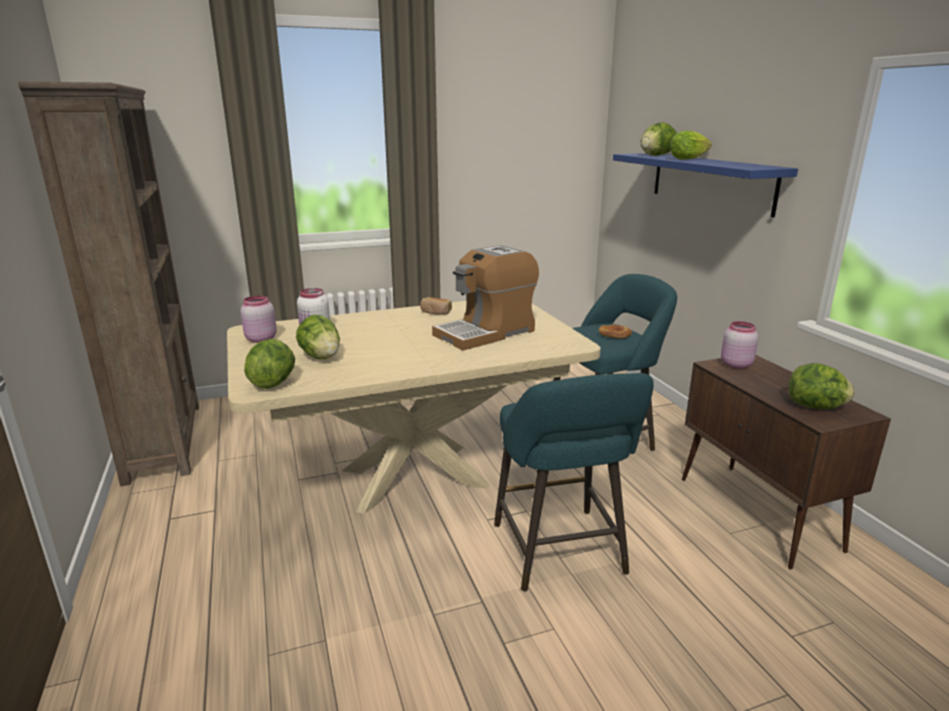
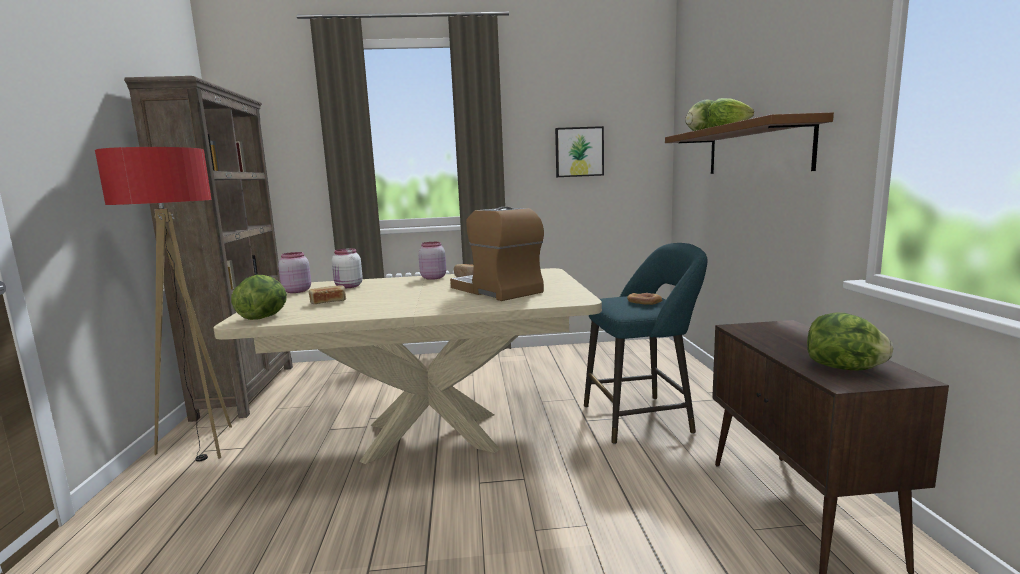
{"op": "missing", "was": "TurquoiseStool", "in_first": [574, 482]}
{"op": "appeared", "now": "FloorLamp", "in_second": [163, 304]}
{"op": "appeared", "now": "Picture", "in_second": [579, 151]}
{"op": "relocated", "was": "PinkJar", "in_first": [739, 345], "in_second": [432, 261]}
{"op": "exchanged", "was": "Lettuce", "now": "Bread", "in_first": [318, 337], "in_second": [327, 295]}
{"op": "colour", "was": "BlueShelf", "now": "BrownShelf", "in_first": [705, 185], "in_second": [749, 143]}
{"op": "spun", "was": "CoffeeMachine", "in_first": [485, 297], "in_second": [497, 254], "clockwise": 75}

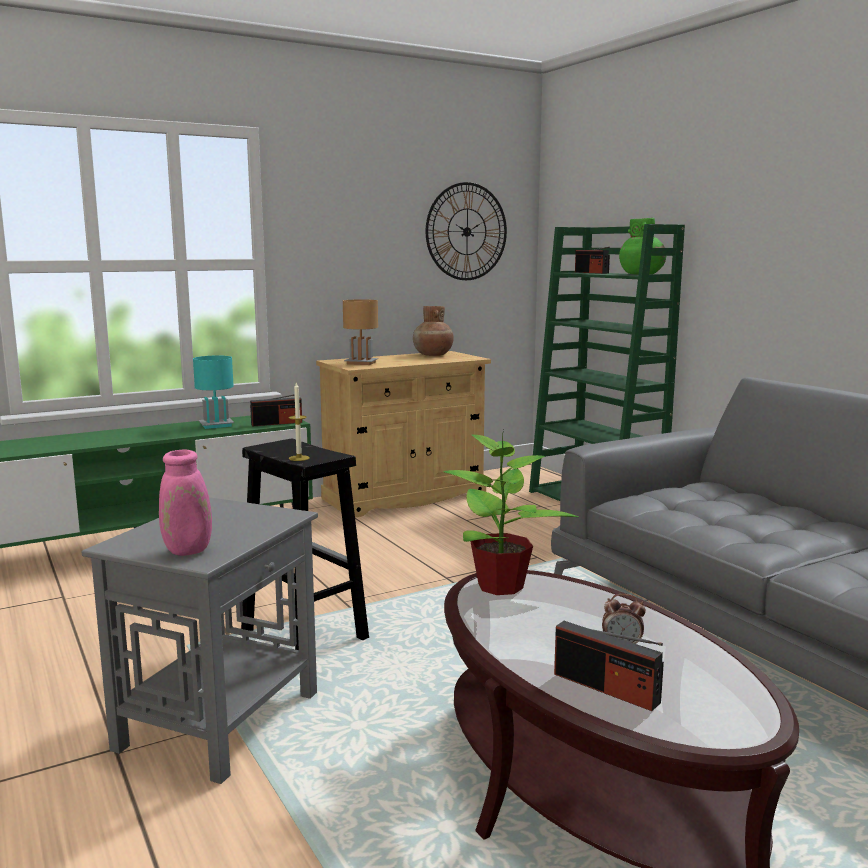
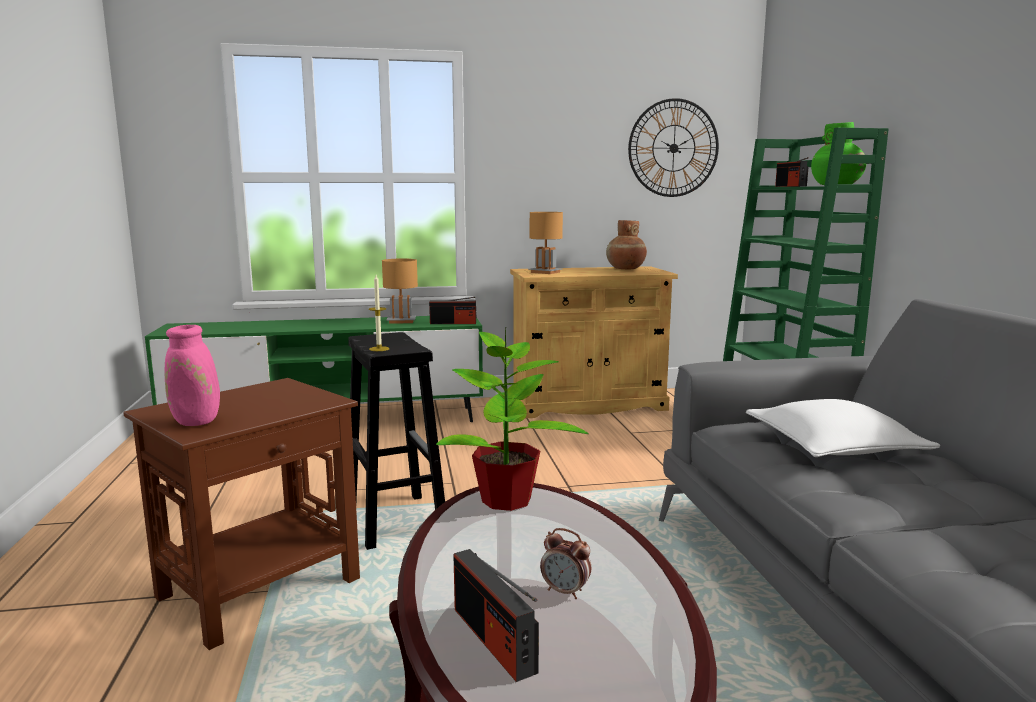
{"op": "appeared", "now": "WhitePillow", "in_second": [843, 428]}
{"op": "colour", "was": "GreySideTable", "now": "BrownSideTable", "in_first": [199, 640], "in_second": [242, 514]}
{"op": "colour", "was": "TurquoiseTableLamp", "now": "BrownTableLamp", "in_first": [213, 392], "in_second": [400, 291]}

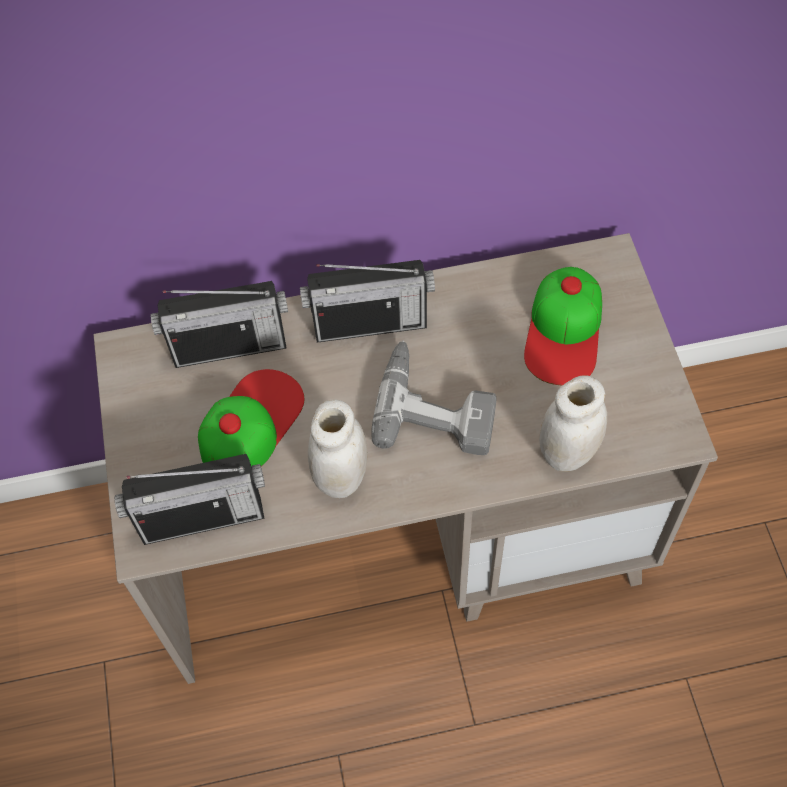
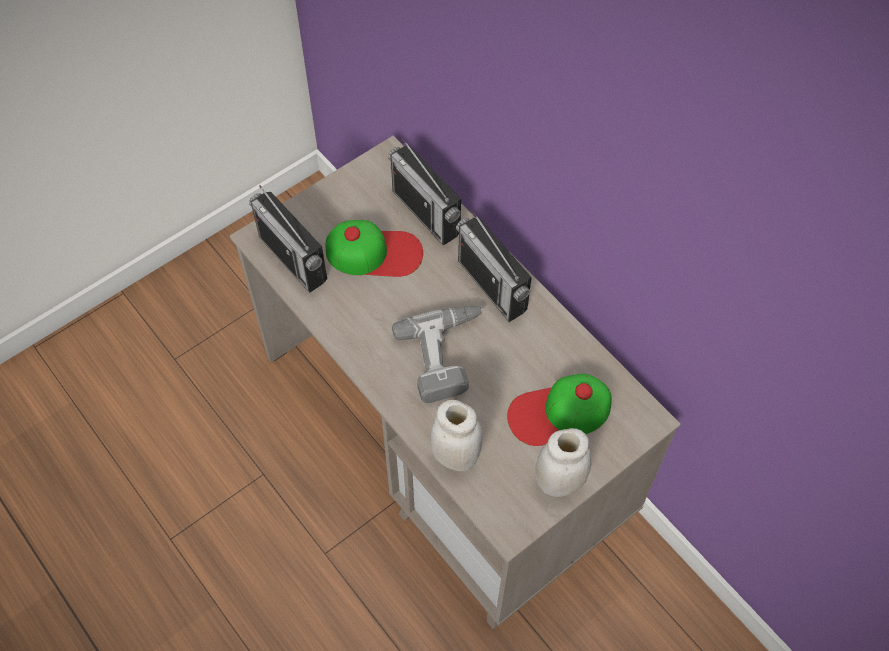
{"op": "relocated", "was": "WhiteJar", "in_first": [338, 449], "in_second": [563, 462]}

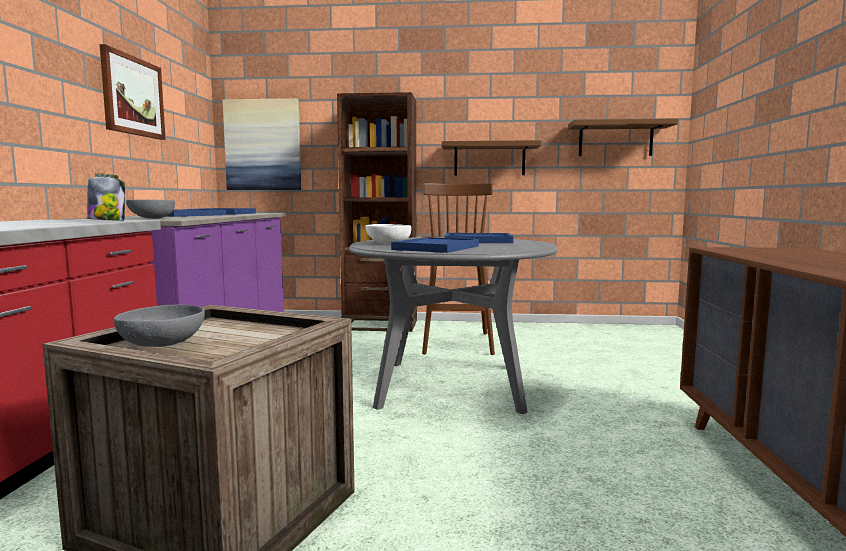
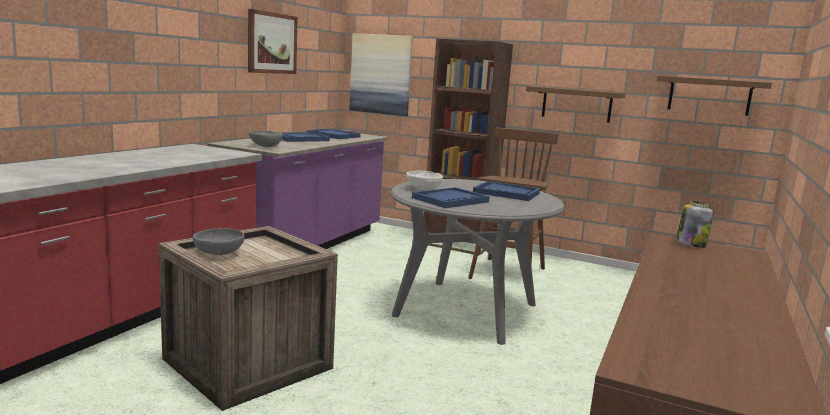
{"op": "relocated", "was": "Jar", "in_first": [106, 197], "in_second": [695, 224]}

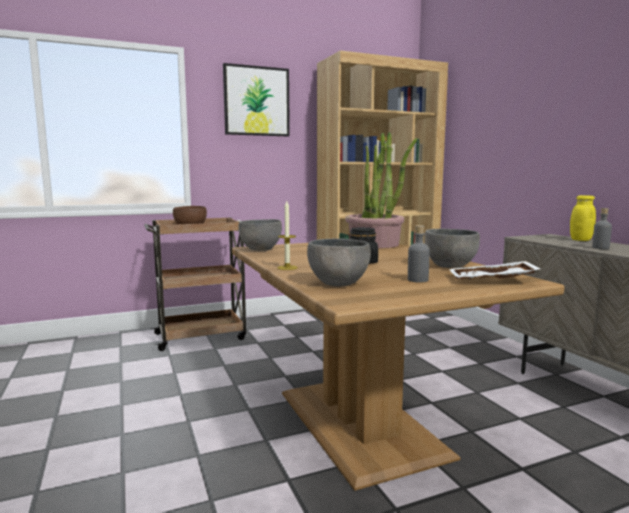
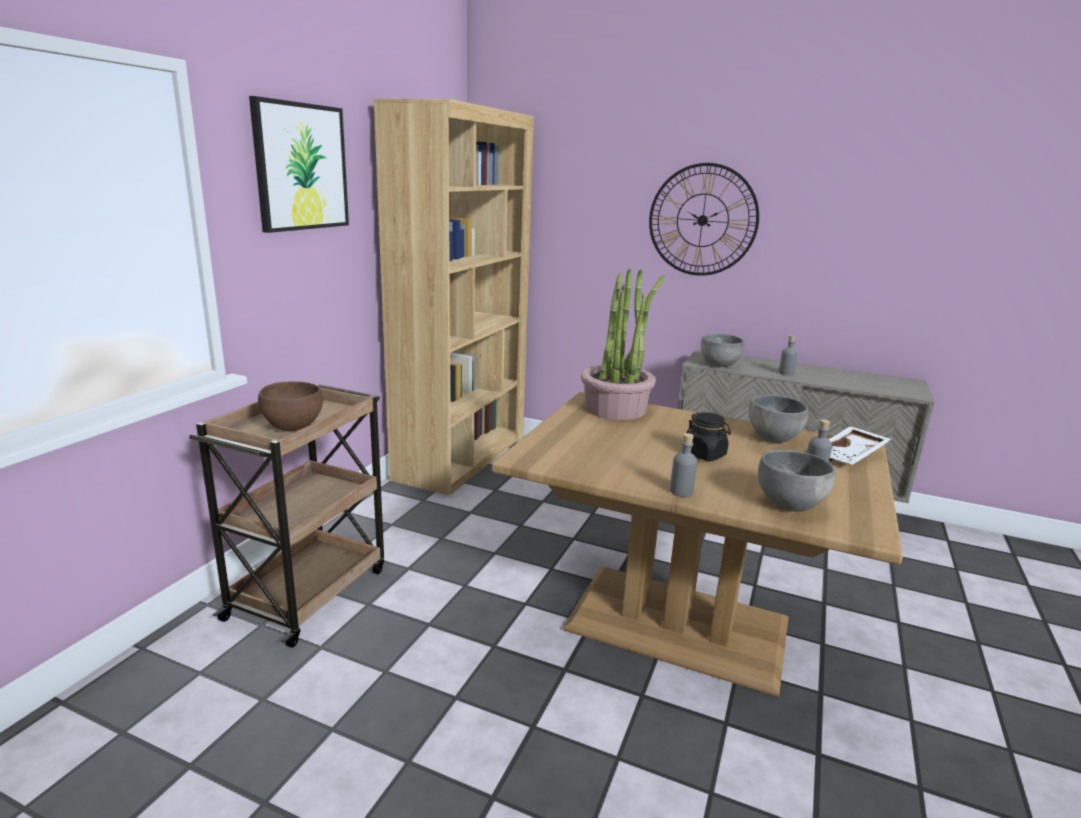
{"op": "missing", "was": "YellowJar", "in_first": [583, 218]}
{"op": "appeared", "now": "WallClock", "in_second": [704, 219]}
{"op": "relocated", "was": "GreyBowl", "in_first": [260, 235], "in_second": [722, 350]}
{"op": "exchanged", "was": "Candle", "now": "GreyBottle", "in_first": [287, 235], "in_second": [683, 465]}

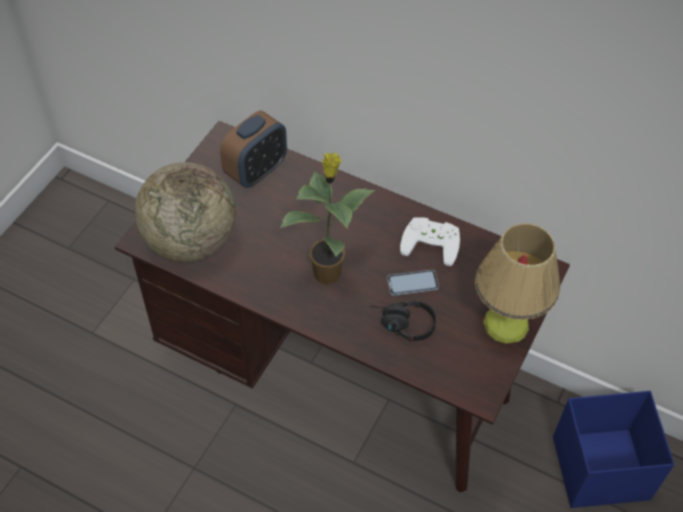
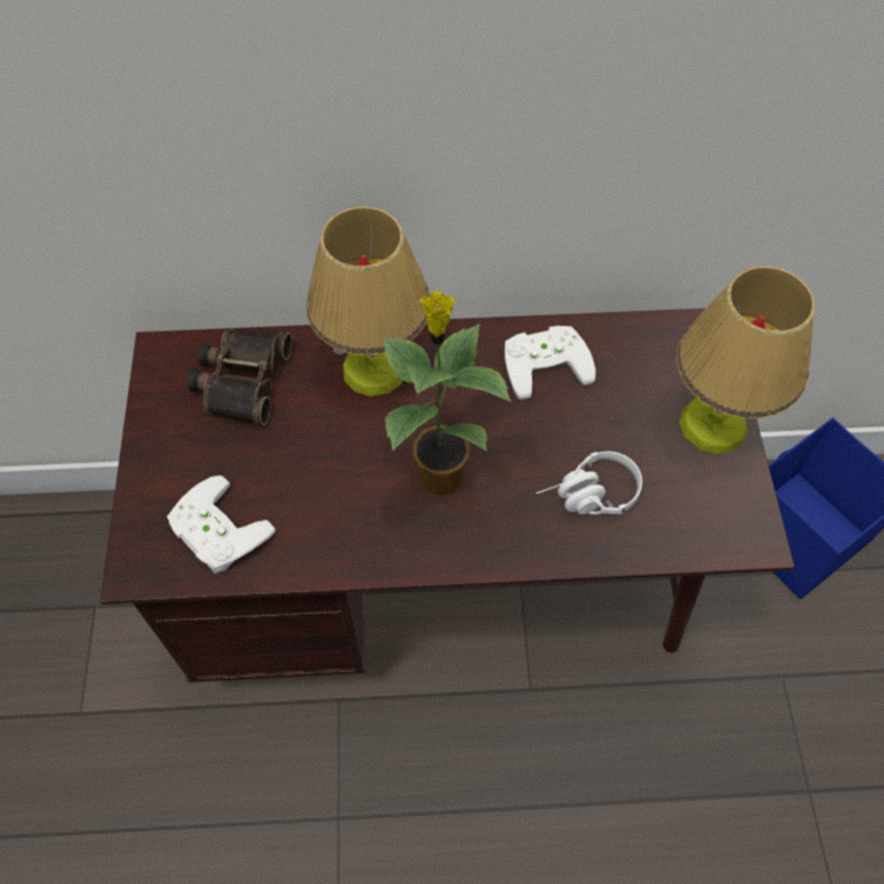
{"op": "missing", "was": "Phone", "in_first": [413, 283]}
{"op": "appeared", "now": "TableLamp", "in_second": [368, 302]}
{"op": "exchanged", "was": "Globe", "now": "WhiteGameController", "in_first": [185, 212], "in_second": [221, 524]}
{"op": "exchanged", "was": "AlarmClock", "now": "Binoculars", "in_first": [253, 149], "in_second": [240, 377]}
{"op": "colour", "was": "BlackHeadphones", "now": "WhiteHeadphones", "in_first": [403, 320], "in_second": [589, 483]}

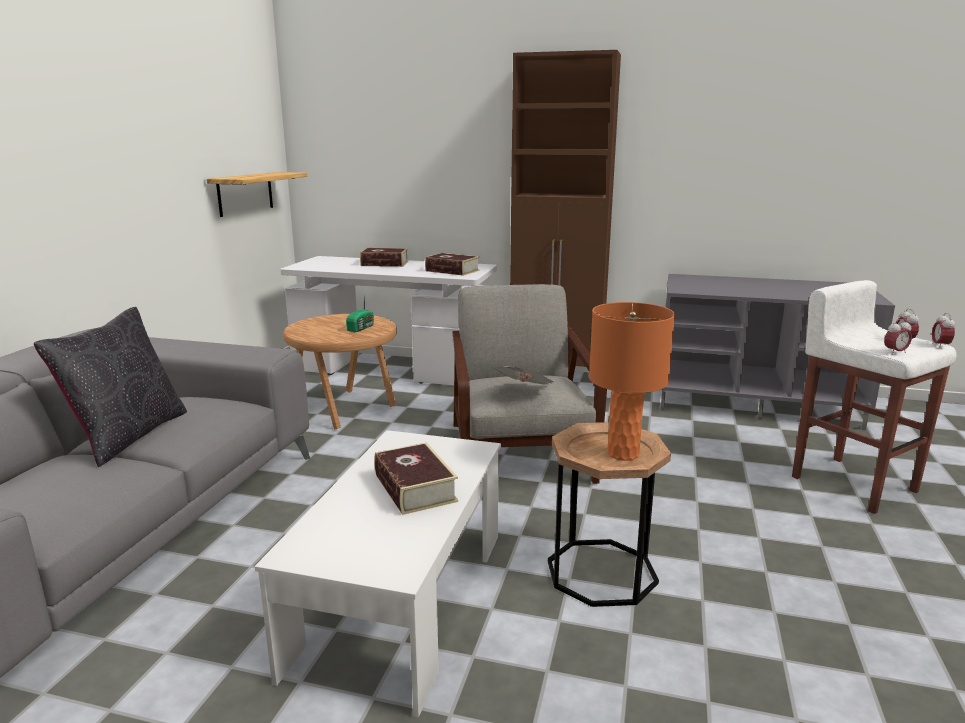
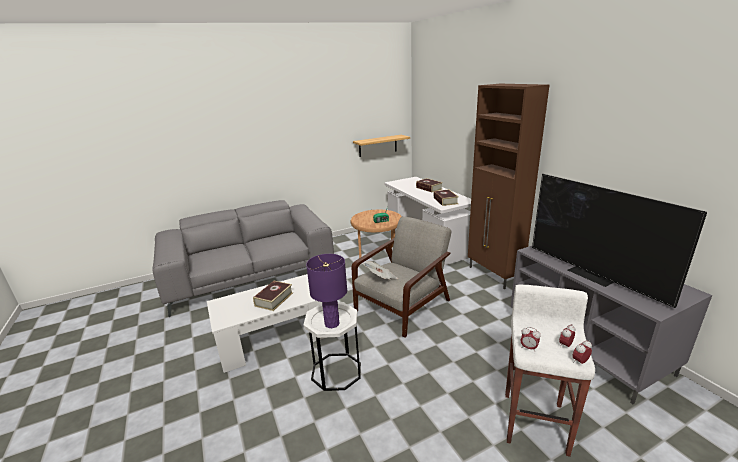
{"op": "missing", "was": "BlackPillow", "in_first": [110, 387]}
{"op": "appeared", "now": "Television", "in_second": [619, 241]}
{"op": "colour", "was": "BrownSideTable", "now": "WhiteSideTable", "in_first": [609, 514], "in_second": [332, 346]}
{"op": "colour", "was": "OrangeTableLamp", "now": "PurpleTableLamp", "in_first": [632, 381], "in_second": [326, 291]}

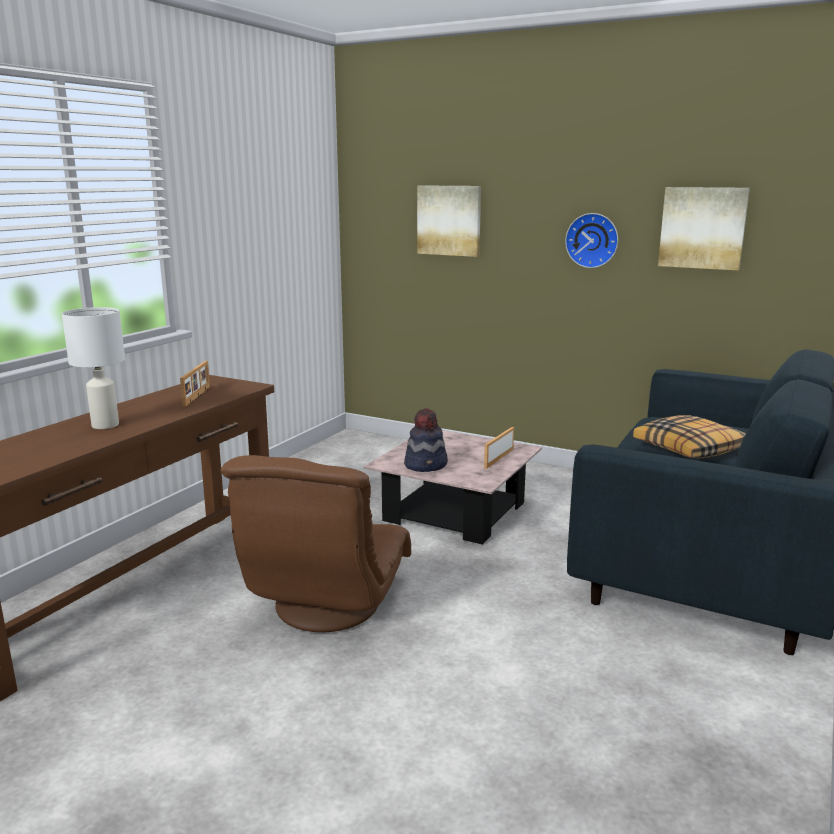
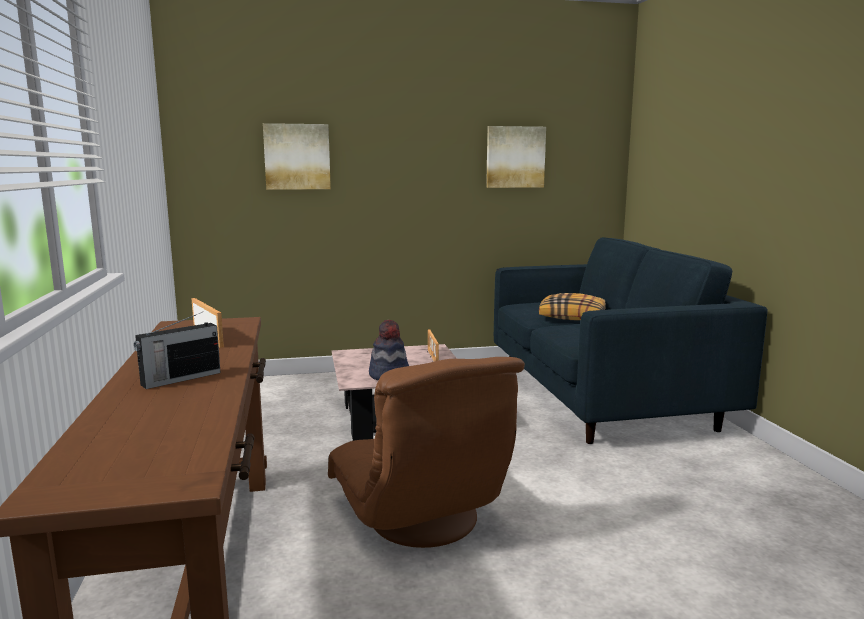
{"op": "missing", "was": "WallClock", "in_first": [591, 240]}
{"op": "exchanged", "was": "WhiteTableLamp", "now": "Radio", "in_first": [93, 368], "in_second": [177, 350]}

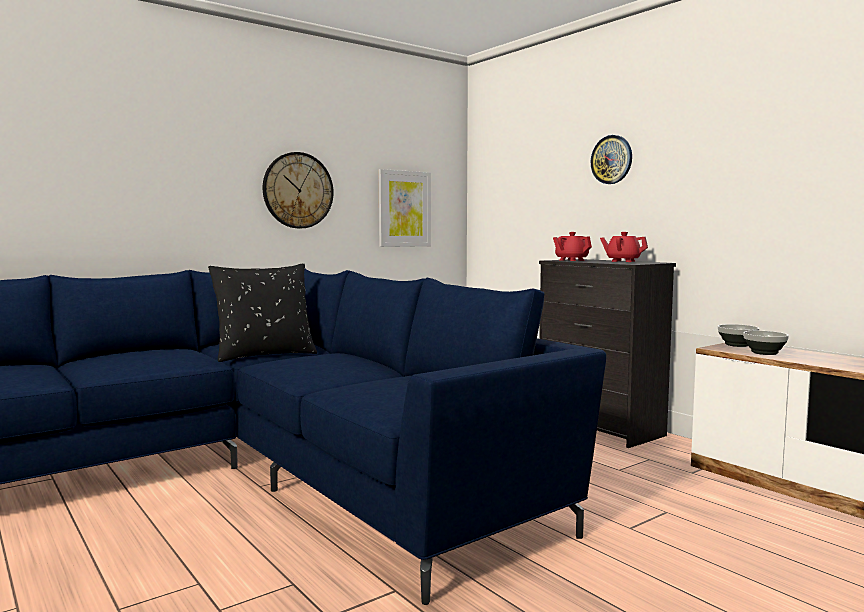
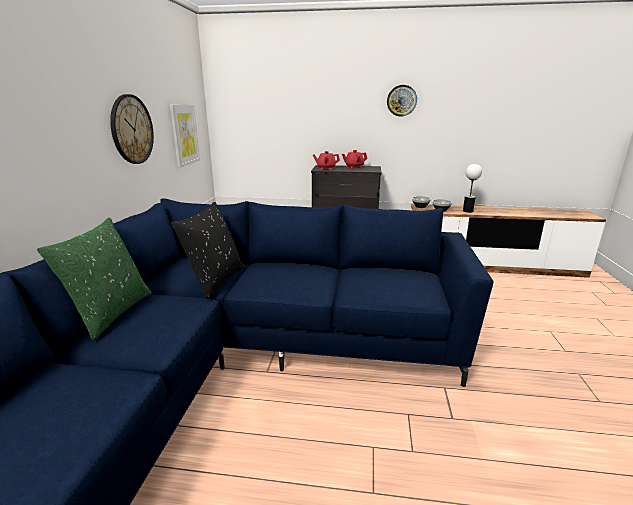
{"op": "appeared", "now": "GreenPillow", "in_second": [94, 278]}
{"op": "appeared", "now": "TableLamp", "in_second": [472, 188]}
{"op": "relocated", "was": "WallClock", "in_first": [611, 159], "in_second": [402, 101]}

